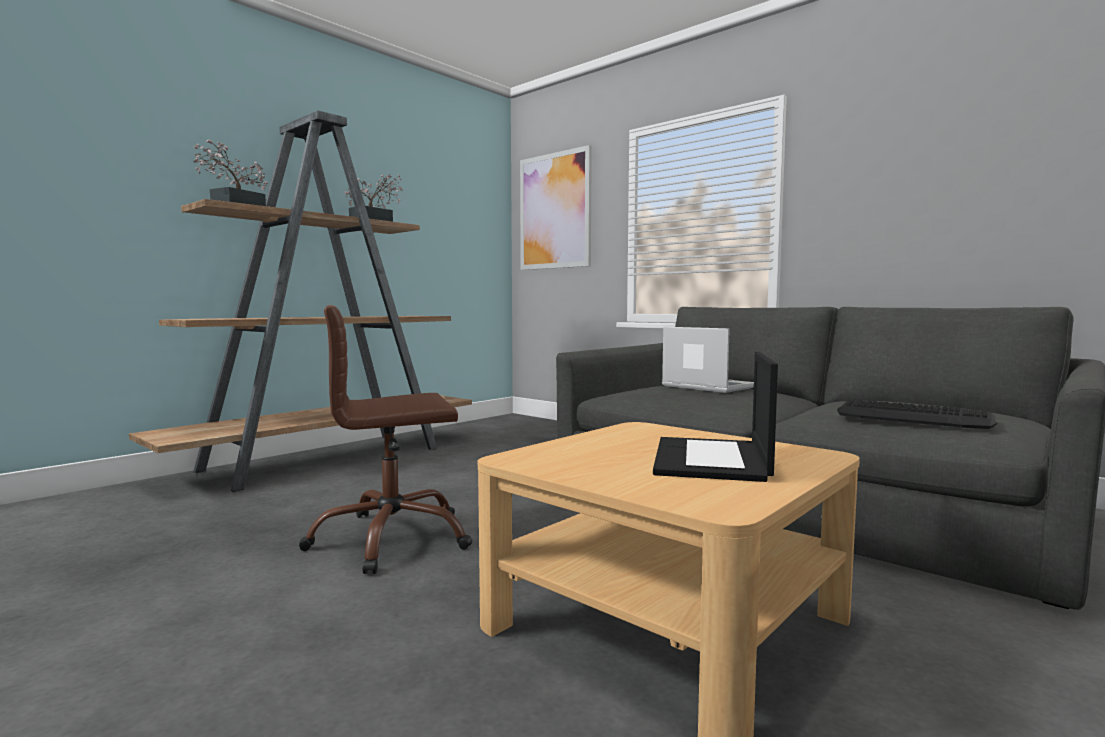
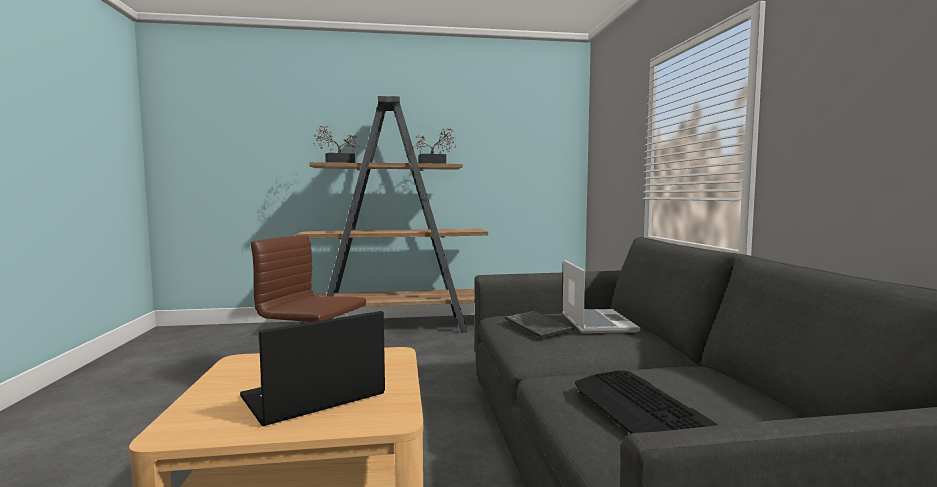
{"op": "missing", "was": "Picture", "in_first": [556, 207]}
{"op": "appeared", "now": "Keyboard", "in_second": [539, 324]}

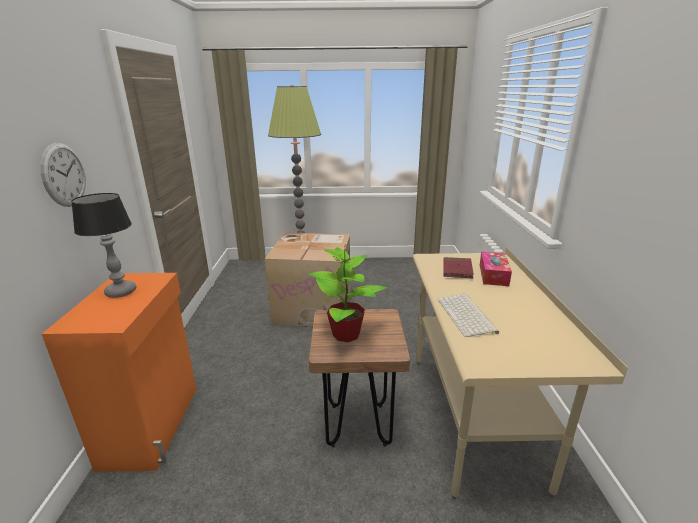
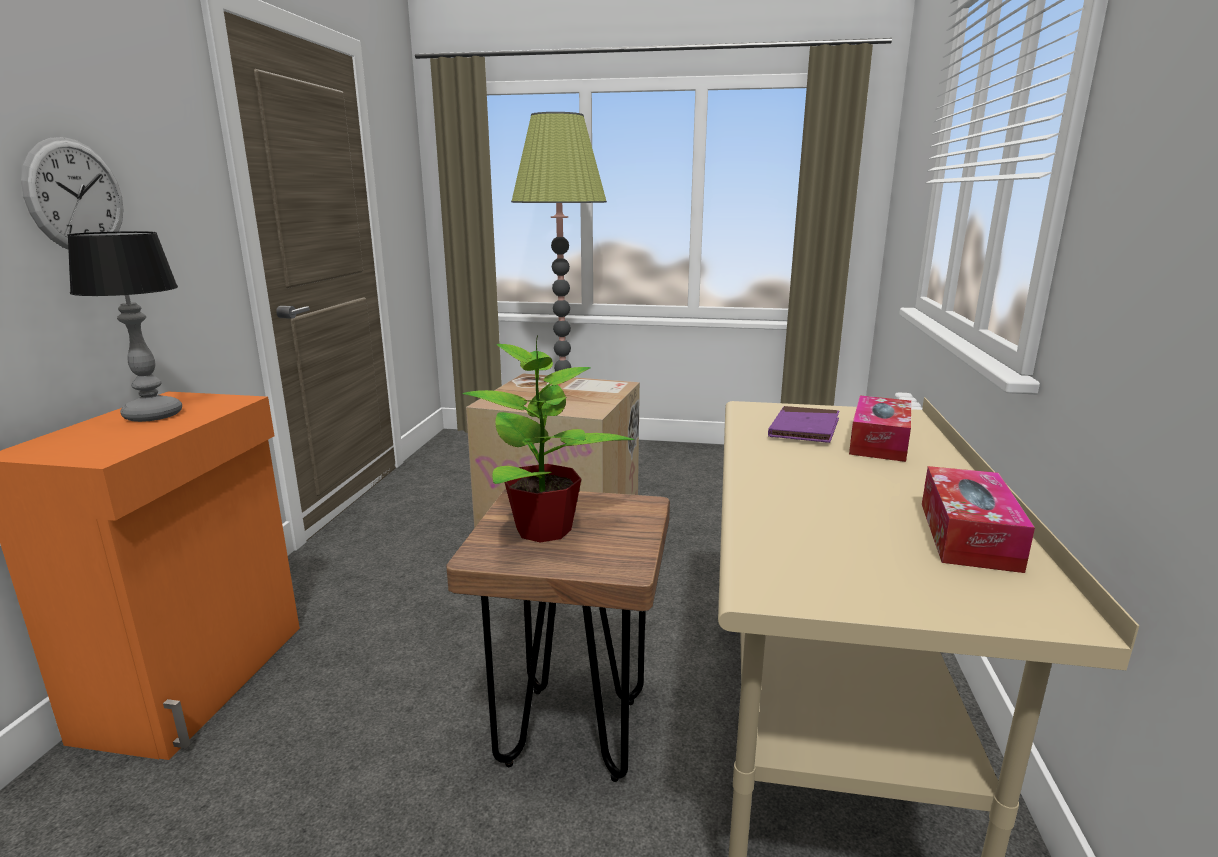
{"op": "missing", "was": "Keyboard", "in_first": [468, 315]}
{"op": "appeared", "now": "TissueBox", "in_second": [978, 519]}
{"op": "colour", "was": "RedBook", "now": "PurpleBook", "in_first": [458, 267], "in_second": [803, 424]}

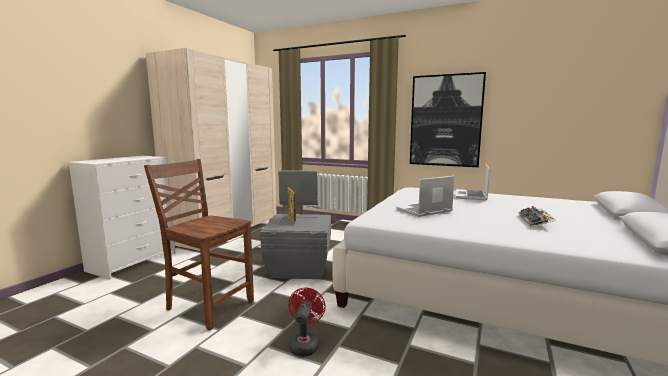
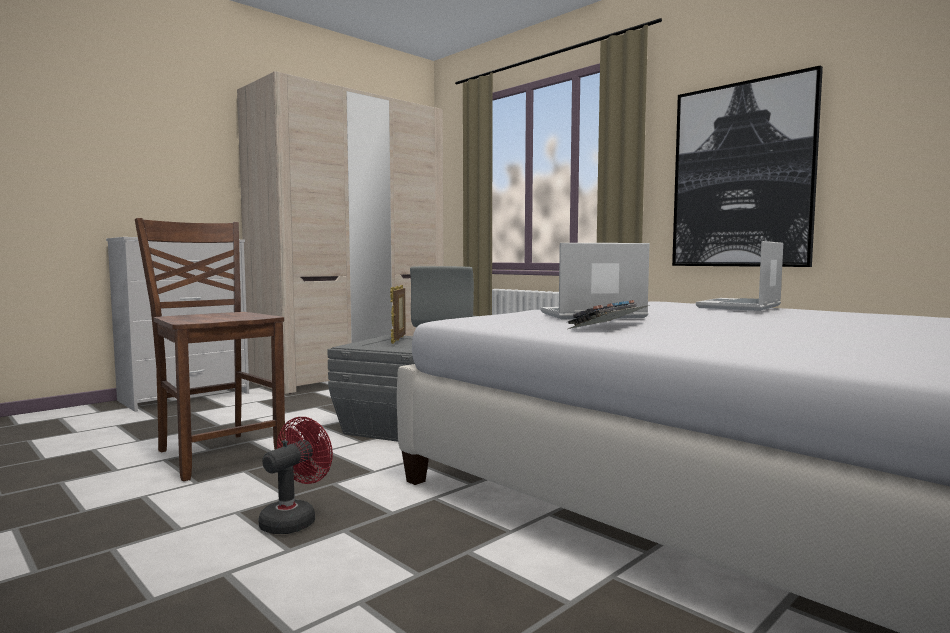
{"op": "relocated", "was": "Keyboard", "in_first": [537, 217], "in_second": [608, 314]}

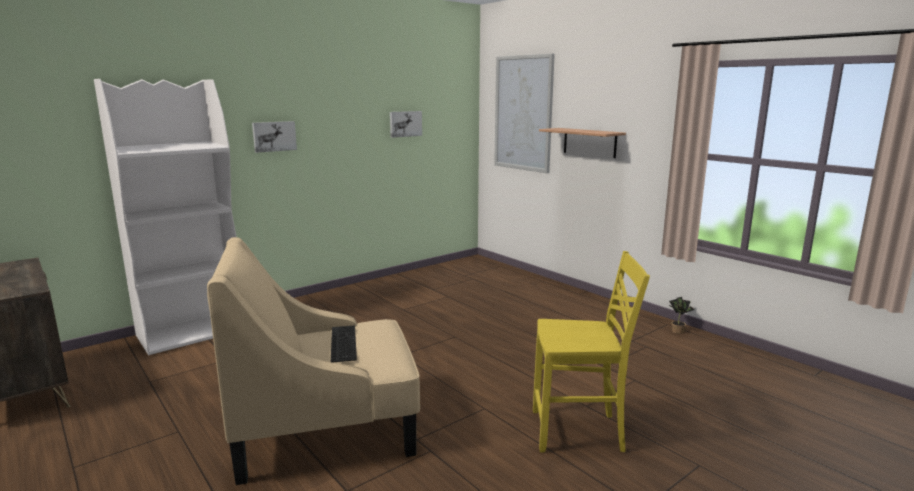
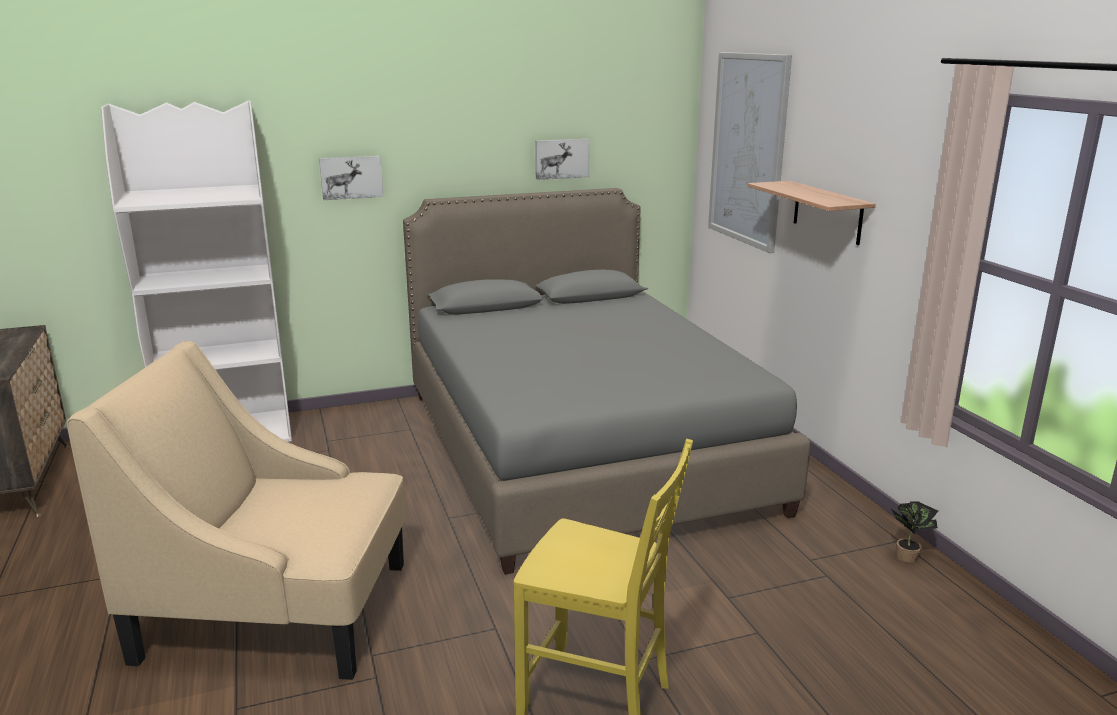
{"op": "missing", "was": "Keyboard", "in_first": [344, 344]}
{"op": "appeared", "now": "GreyBed", "in_second": [607, 381]}

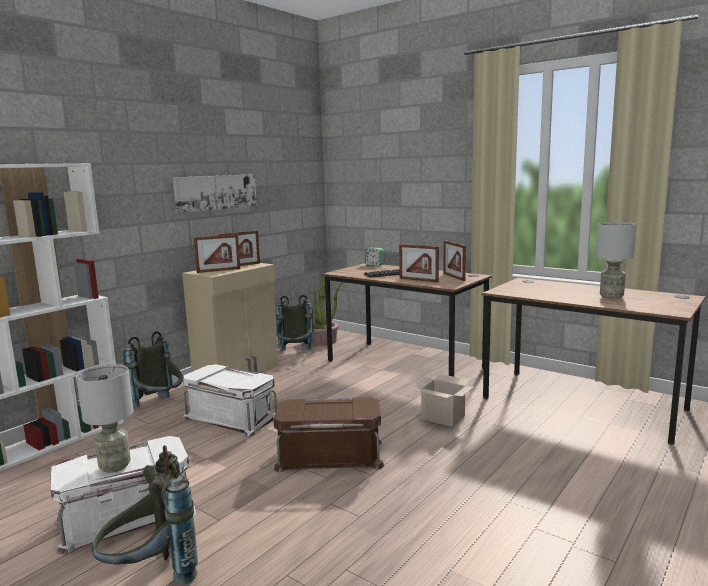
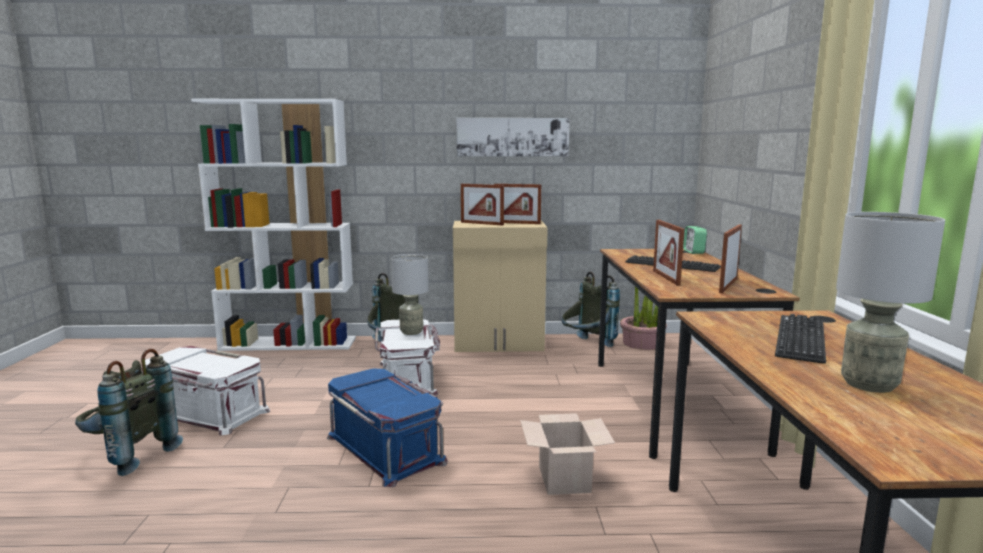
{"op": "appeared", "now": "Keyboard", "in_second": [800, 339]}
{"op": "relocated", "was": "GreyTableLamp", "in_first": [105, 418], "in_second": [410, 294]}
{"op": "colour", "was": "BrownStorageBox", "now": "BlueStorageBox", "in_first": [329, 435], "in_second": [387, 428]}

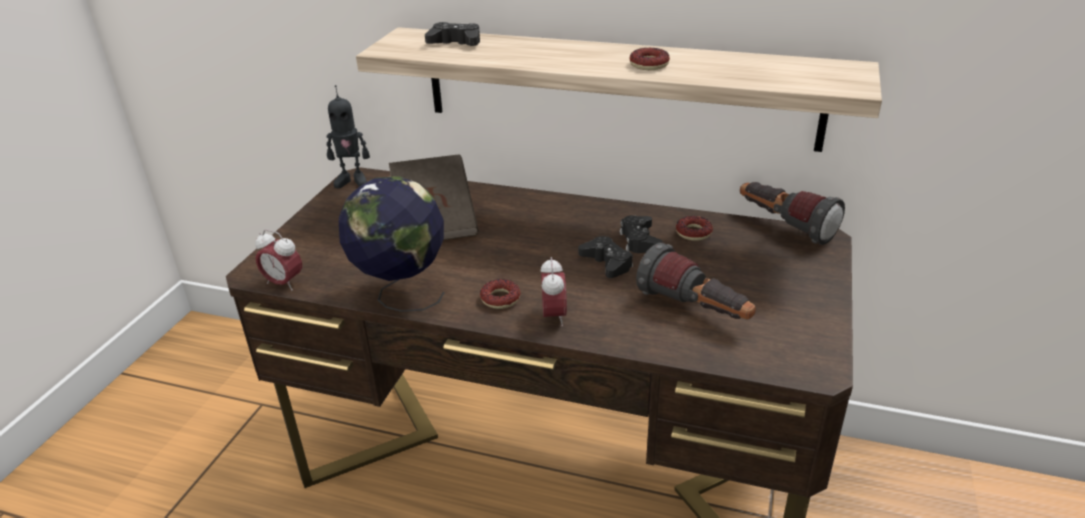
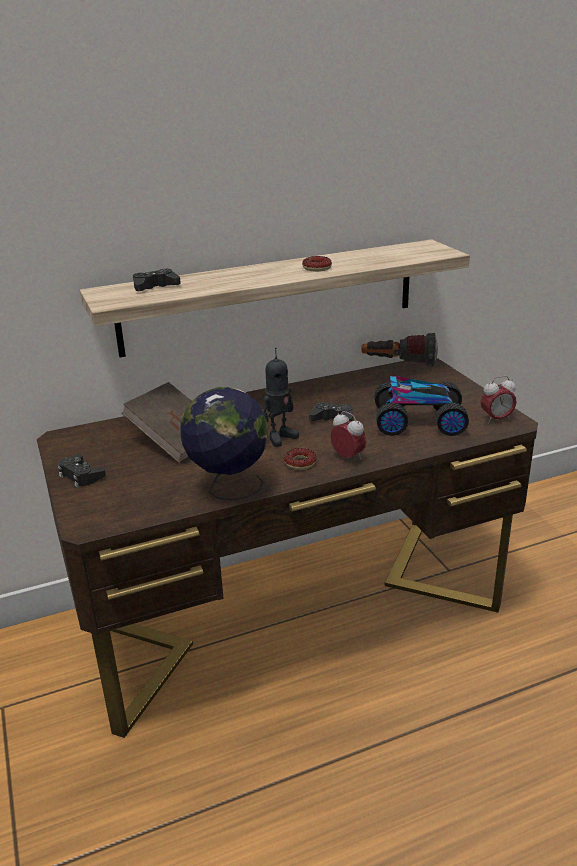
{"op": "missing", "was": "Donut", "in_first": [694, 228]}
{"op": "relocated", "was": "AlarmClock", "in_first": [278, 260], "in_second": [499, 400]}
{"op": "relocated", "was": "ToyRobot", "in_first": [348, 136], "in_second": [281, 397]}
{"op": "relocated", "was": "BlackGameController", "in_first": [641, 234], "in_second": [82, 471]}
{"op": "exchanged", "was": "Flashlight", "now": "ToyCar", "in_first": [696, 281], "in_second": [422, 405]}

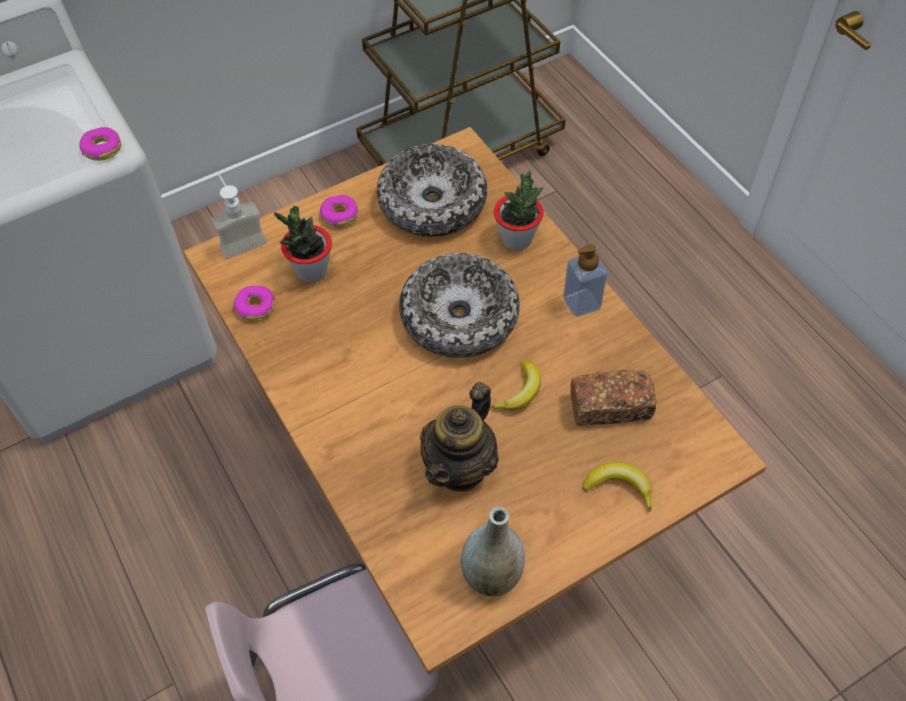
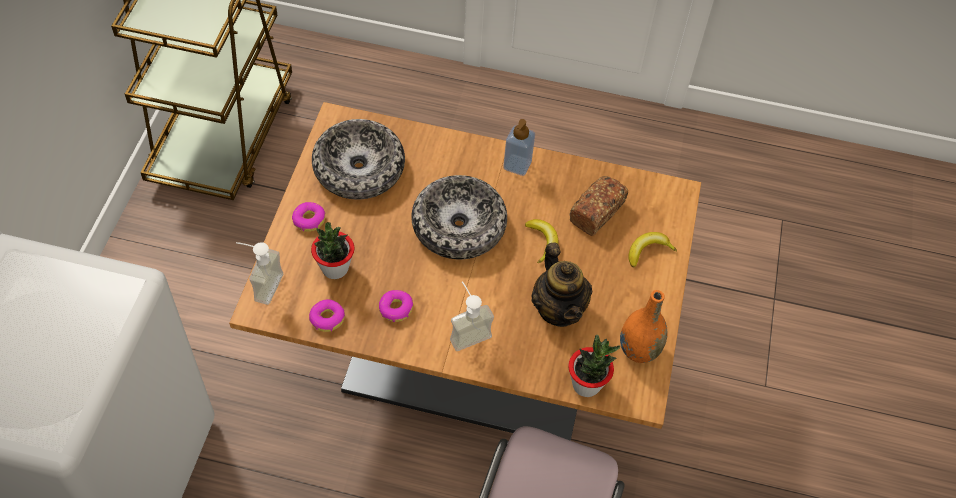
{"op": "appeared", "now": "SoapDispenser", "in_second": [472, 316]}
{"op": "relocated", "was": "Donut", "in_first": [100, 144], "in_second": [396, 306]}
{"op": "relocated", "was": "PottedPlant", "in_first": [518, 210], "in_second": [594, 366]}
{"op": "colour", "was": "GreyVase", "now": "OrangeVase", "in_first": [493, 551], "in_second": [644, 326]}

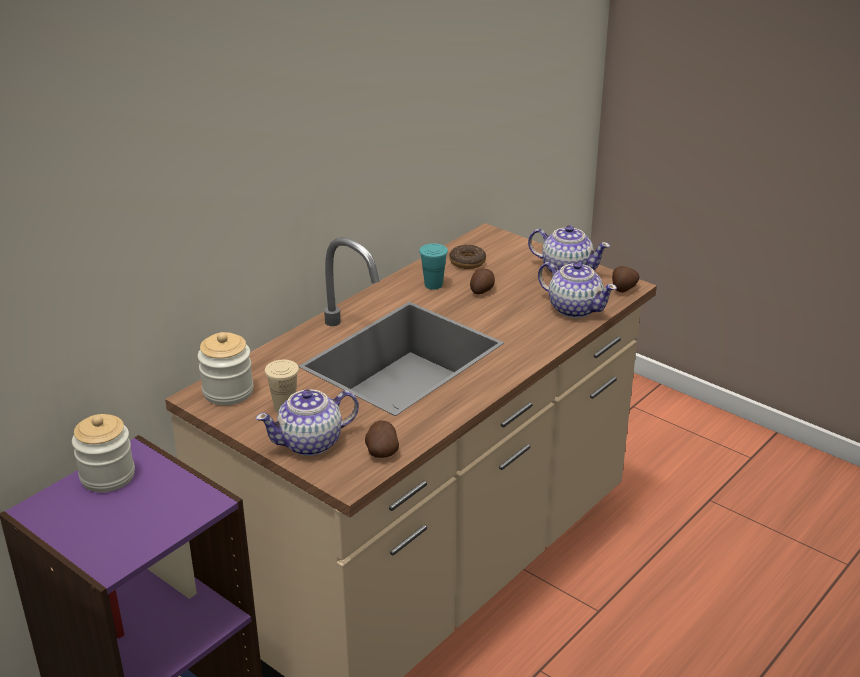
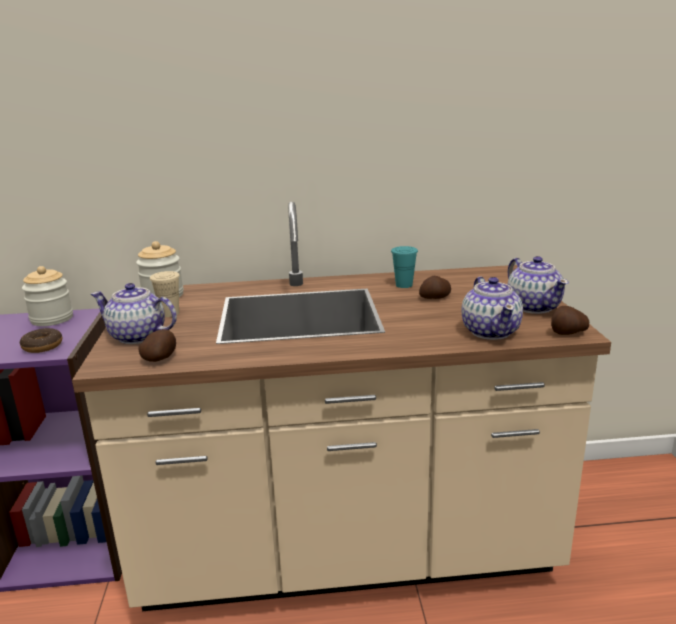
{"op": "relocated", "was": "Donut", "in_first": [467, 257], "in_second": [41, 340]}

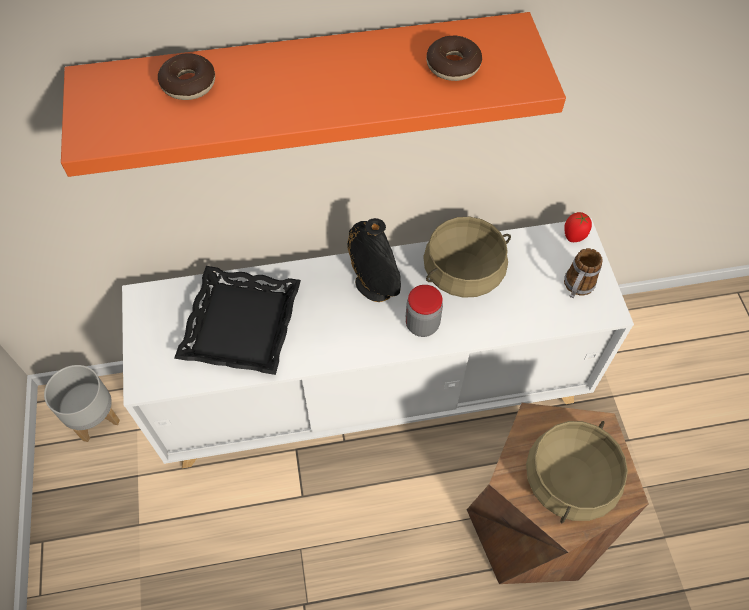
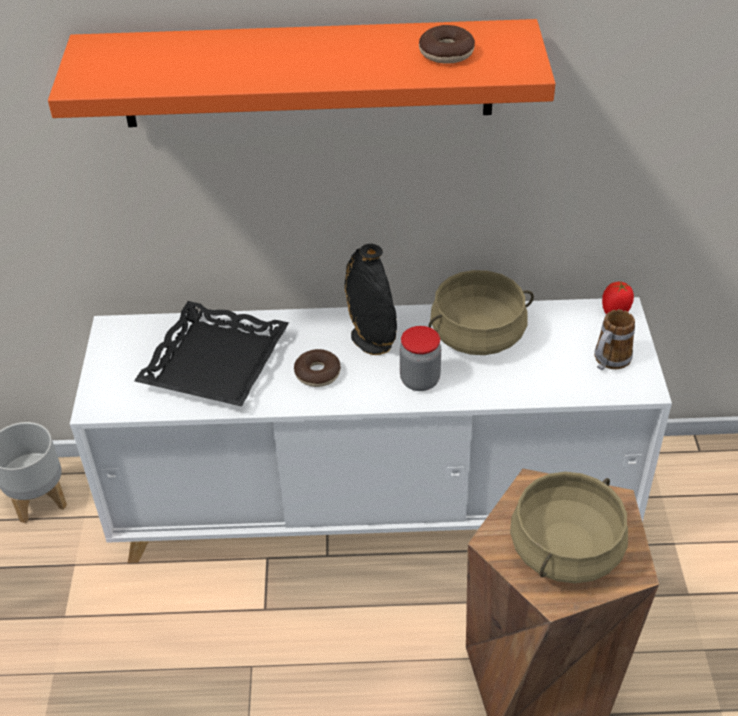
{"op": "relocated", "was": "Donut", "in_first": [186, 76], "in_second": [317, 368]}

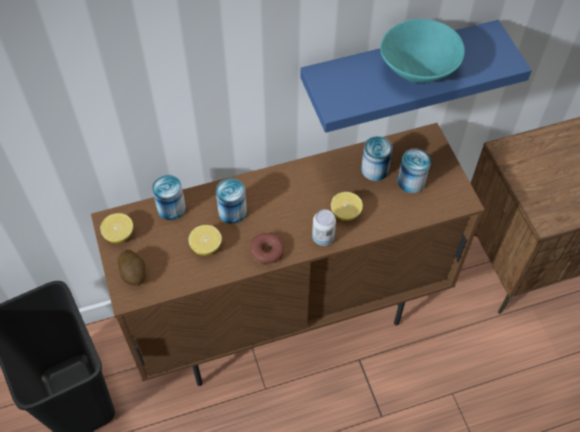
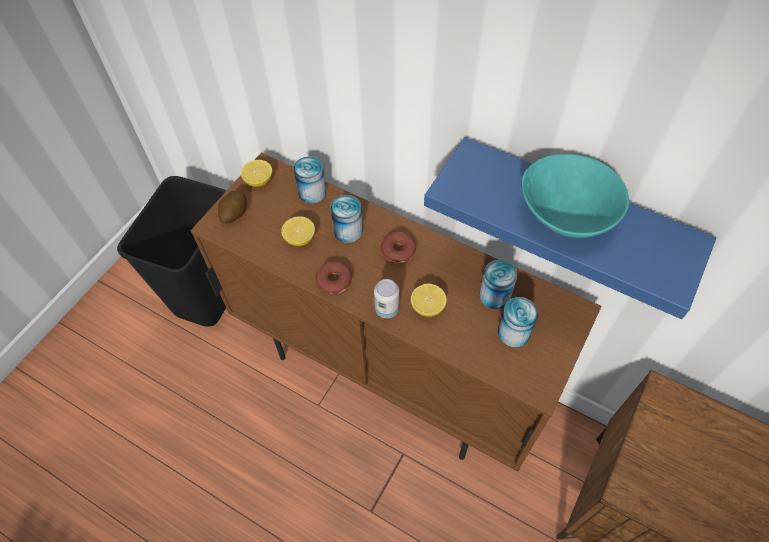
{"op": "appeared", "now": "Donut", "in_second": [398, 247]}

